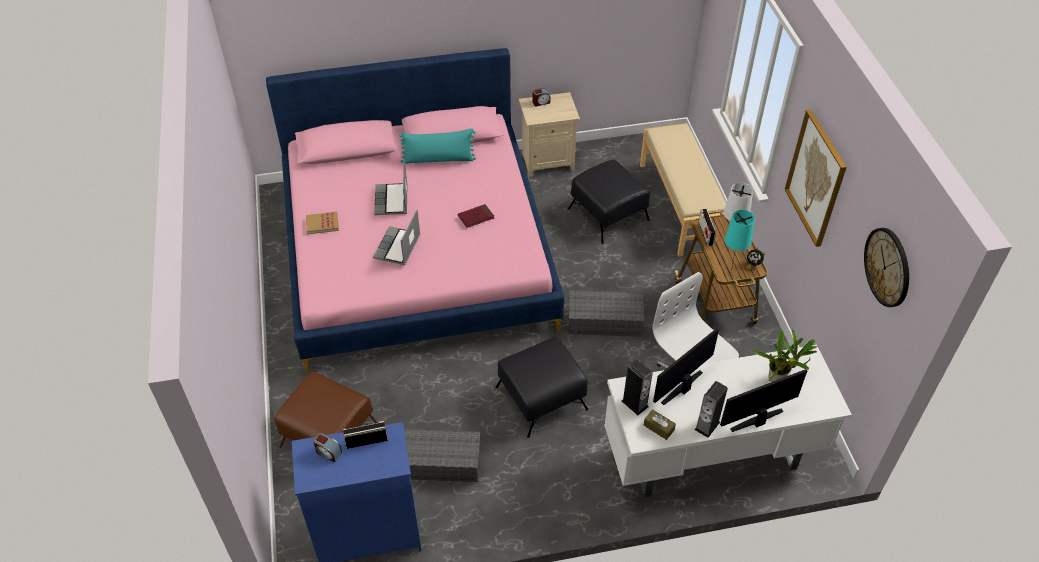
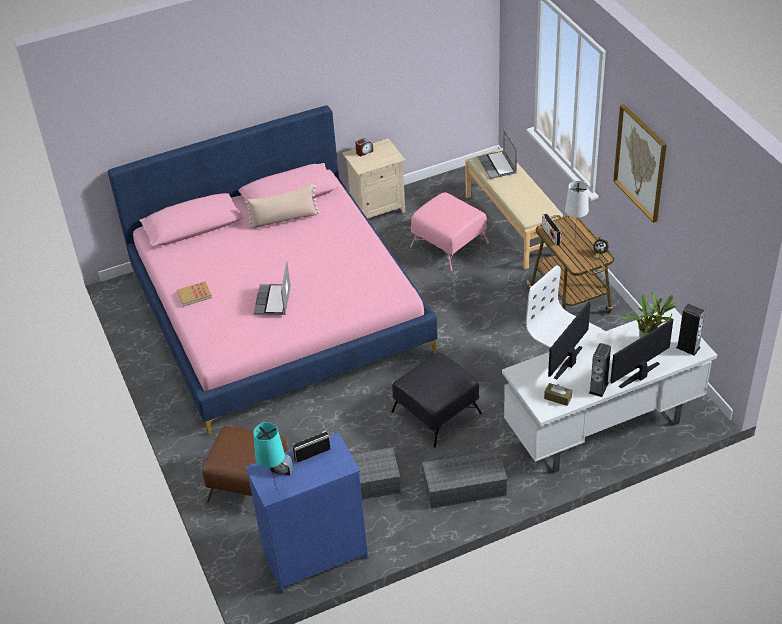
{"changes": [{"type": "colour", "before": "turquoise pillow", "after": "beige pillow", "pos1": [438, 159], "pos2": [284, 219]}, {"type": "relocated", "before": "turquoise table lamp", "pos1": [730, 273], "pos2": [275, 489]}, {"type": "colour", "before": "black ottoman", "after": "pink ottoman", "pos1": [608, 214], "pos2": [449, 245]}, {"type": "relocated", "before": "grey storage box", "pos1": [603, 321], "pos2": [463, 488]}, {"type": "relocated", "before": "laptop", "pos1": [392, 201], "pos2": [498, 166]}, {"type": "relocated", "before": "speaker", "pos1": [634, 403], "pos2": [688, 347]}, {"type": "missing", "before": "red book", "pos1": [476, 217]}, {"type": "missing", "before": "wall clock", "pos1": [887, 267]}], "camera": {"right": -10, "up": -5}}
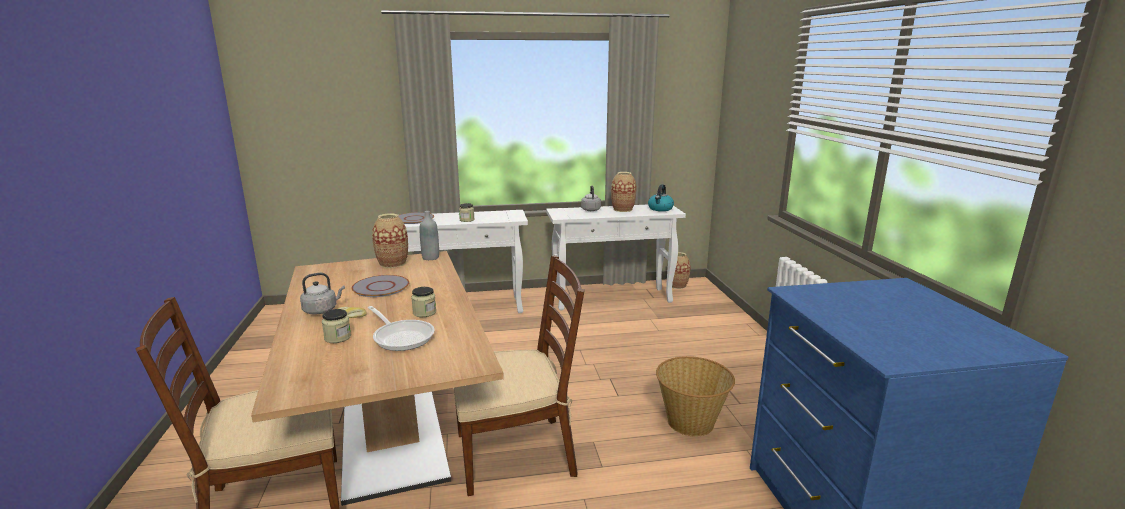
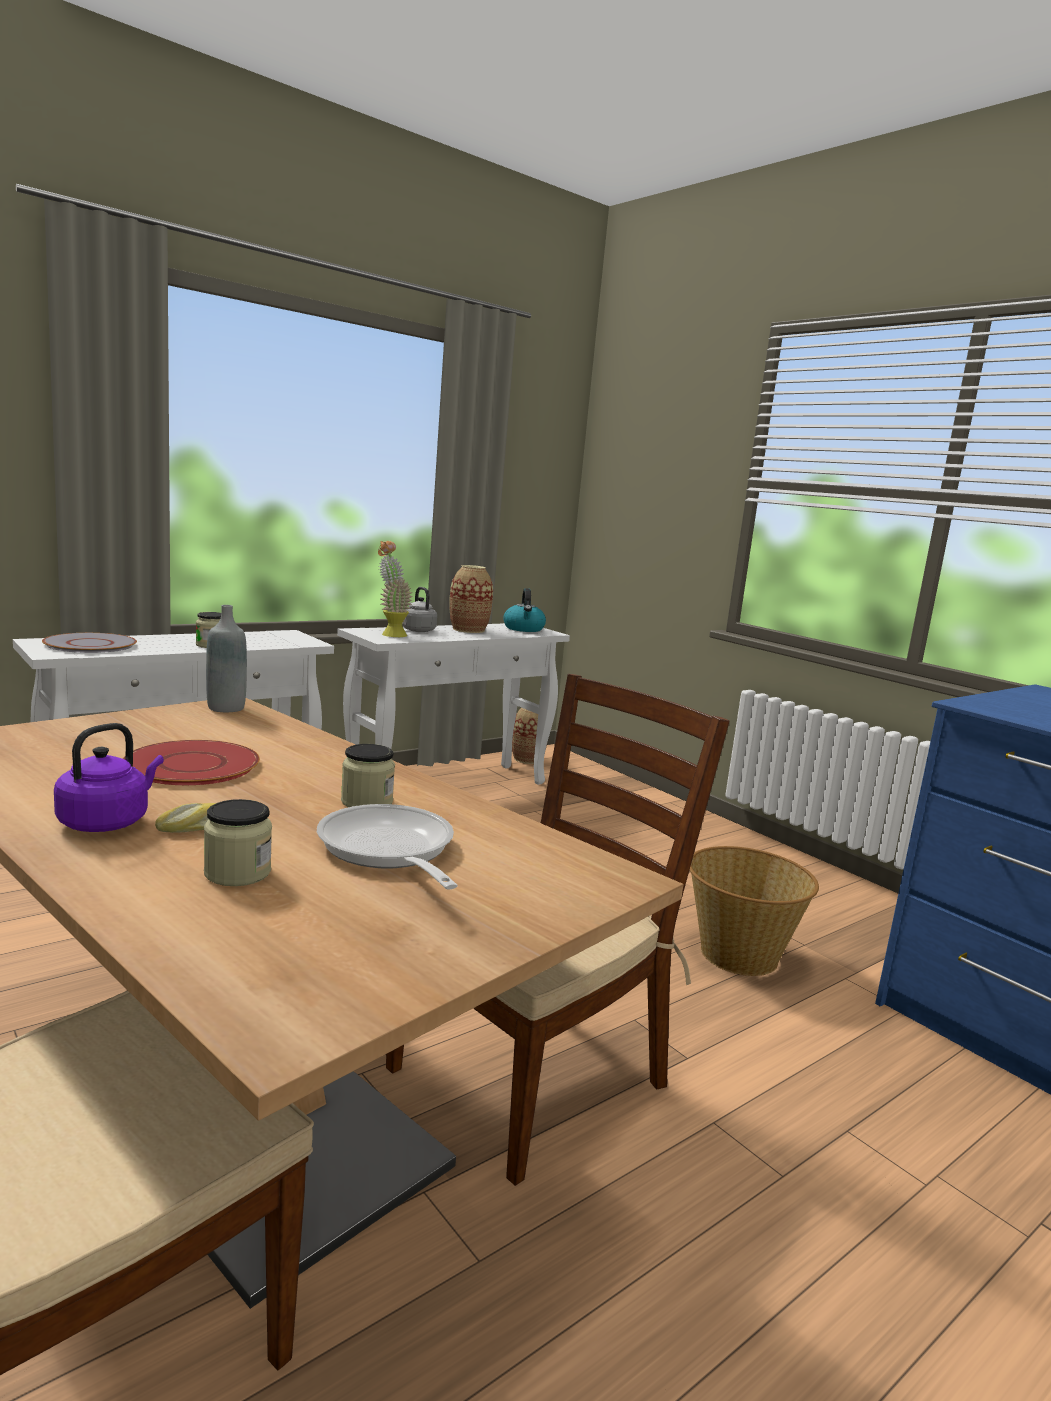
{"changes": [{"type": "colour", "before": "grey kettle", "after": "purple kettle", "pos1": [322, 310], "pos2": [107, 822]}, {"type": "colour", "before": "grey plate", "after": "red plate", "pos1": [380, 287], "pos2": [191, 765]}, {"type": "spun", "before": "frying pan", "pos1": [401, 337], "pos2": [388, 851], "turn": -135}, {"type": "appeared", "after": "potted plant", "pos2": [390, 634]}, {"type": "missing", "before": "vase", "pos1": [392, 263]}], "camera": {"right": -30, "up": -5}}
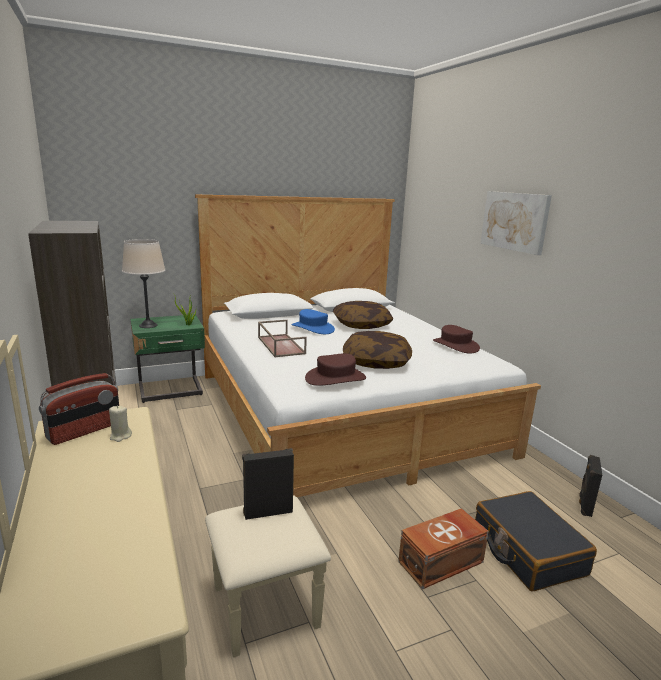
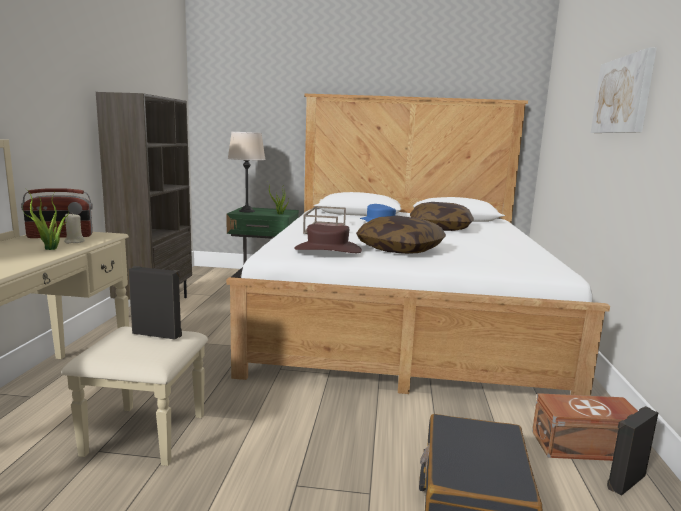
{"changes": [{"type": "appeared", "after": "potted plant", "pos2": [51, 249]}, {"type": "relocated", "before": "brown storage box", "pos1": [442, 562], "pos2": [585, 447]}, {"type": "missing", "before": "brown hat", "pos1": [455, 345]}], "camera": {"right": 30, "up": -5}}
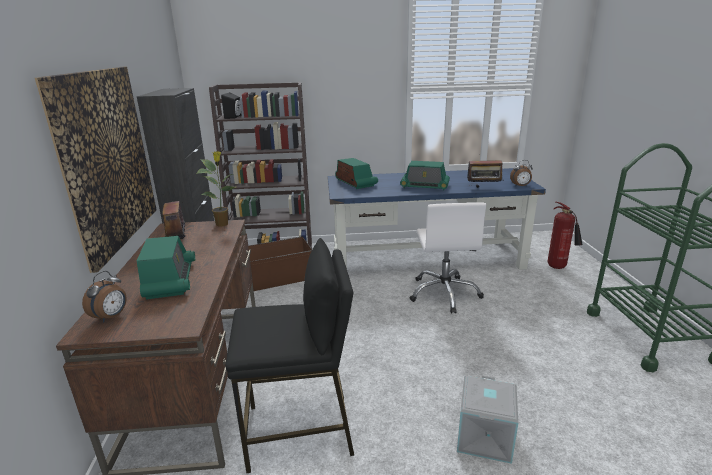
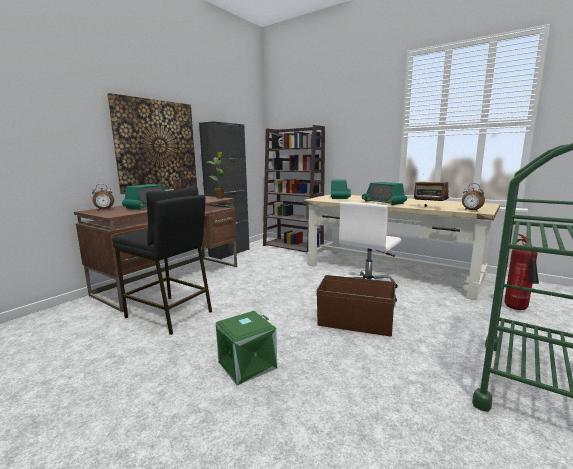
{"changes": [{"type": "colour", "before": "grey storage box", "after": "green storage box", "pos1": [485, 437], "pos2": [247, 365]}, {"type": "colour", "before": "blue desk", "after": "beige desk", "pos1": [426, 258], "pos2": [391, 271]}, {"type": "relocated", "before": "brown storage box", "pos1": [281, 278], "pos2": [355, 323]}], "camera": {"right": 40, "up": -10}}
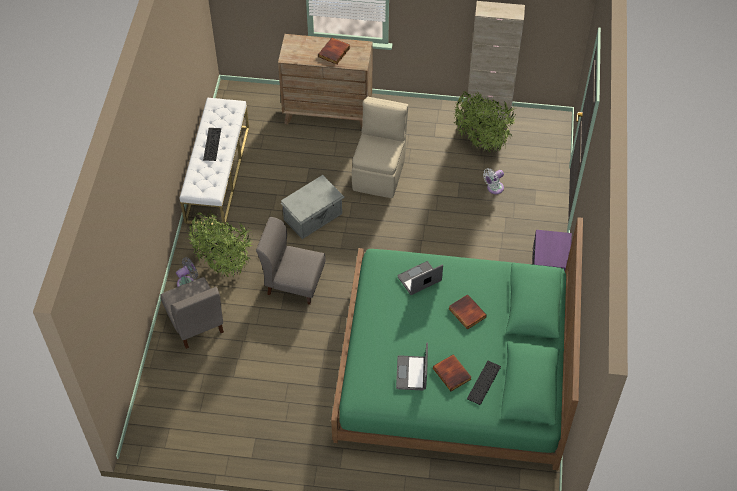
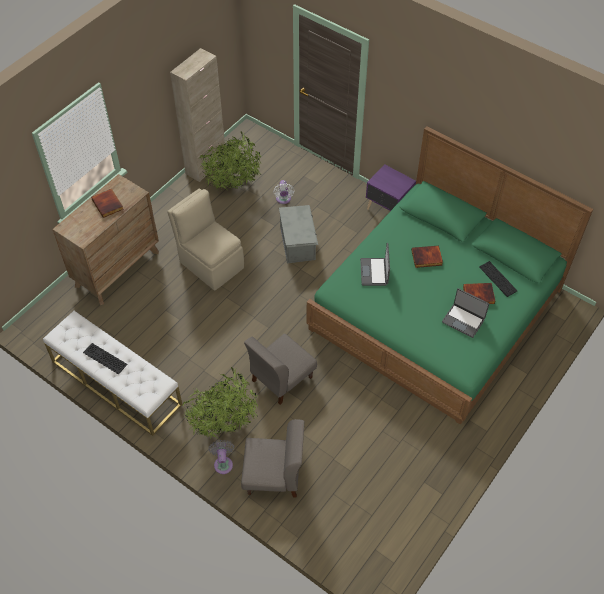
{"changes": [{"type": "relocated", "before": "grey storage box", "pos1": [313, 217], "pos2": [298, 243]}], "camera": {"right": -60, "up": 0}}
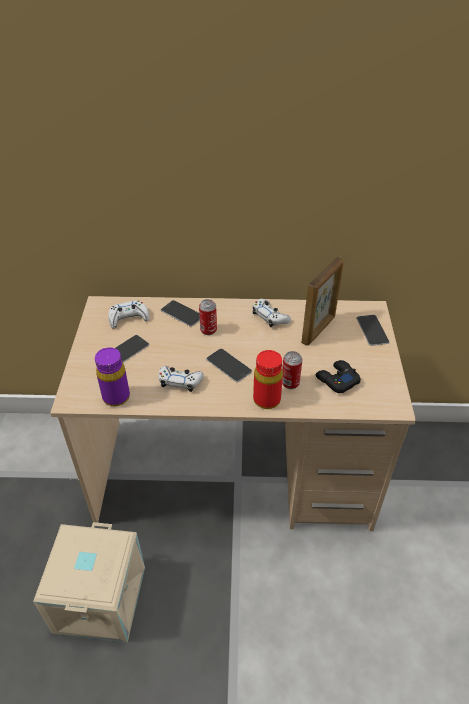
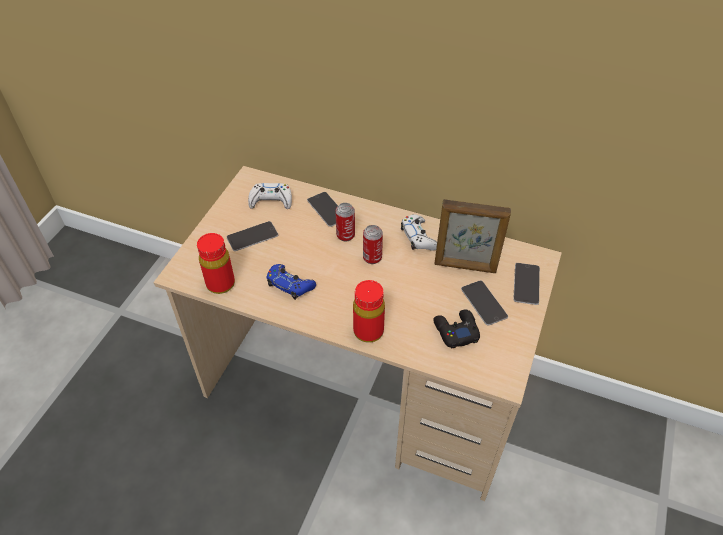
{"changes": [{"type": "colour", "before": "purple bottle", "after": "red bottle", "pos1": [116, 397], "pos2": [220, 284]}, {"type": "colour", "before": "white game controller", "after": "blue game controller", "pos1": [180, 381], "pos2": [290, 285]}, {"type": "relocated", "before": "can", "pos1": [290, 383], "pos2": [372, 258]}, {"type": "spun", "before": "picture frame", "pos1": [319, 329], "pos2": [465, 266], "turn": 45}, {"type": "relocated", "before": "phone", "pos1": [228, 365], "pos2": [484, 302]}, {"type": "missing", "before": "beige storage box", "pos1": [98, 598]}], "camera": {"right": 20, "up": 5}}
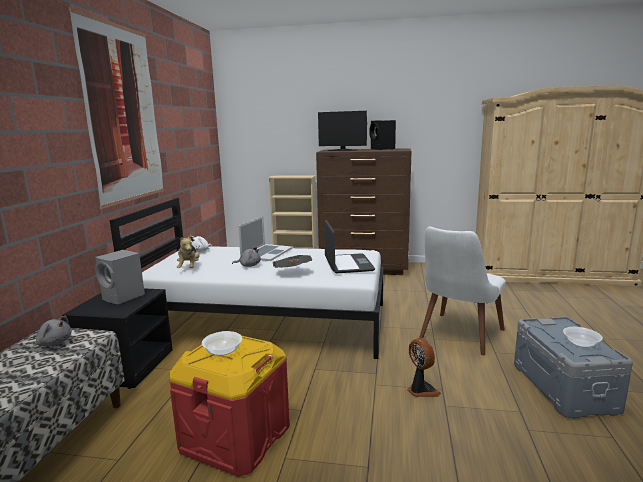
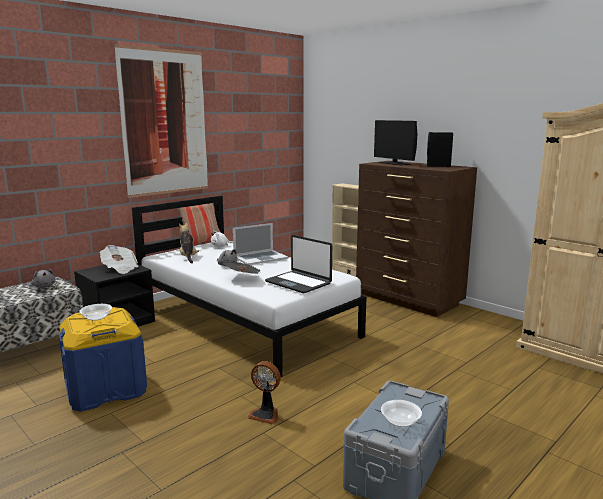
{"changes": [{"type": "colour", "before": "red storage box", "after": "blue storage box", "pos1": [236, 437], "pos2": [106, 389]}, {"type": "exchanged", "before": "grey speaker", "after": "newspaper", "pos1": [124, 297], "pos2": [120, 269]}, {"type": "appeared", "after": "pillow", "pos2": [202, 242]}, {"type": "spun", "before": "plush toy", "pos1": [189, 268], "pos2": [188, 257], "turn": 135}, {"type": "spun", "before": "fan", "pos1": [421, 390], "pos2": [266, 414], "turn": 105}, {"type": "spun", "before": "laptop", "pos1": [348, 264], "pos2": [298, 283], "turn": 105}, {"type": "missing", "before": "white chair", "pos1": [458, 338]}], "camera": {"right": 35, "up": 0}}
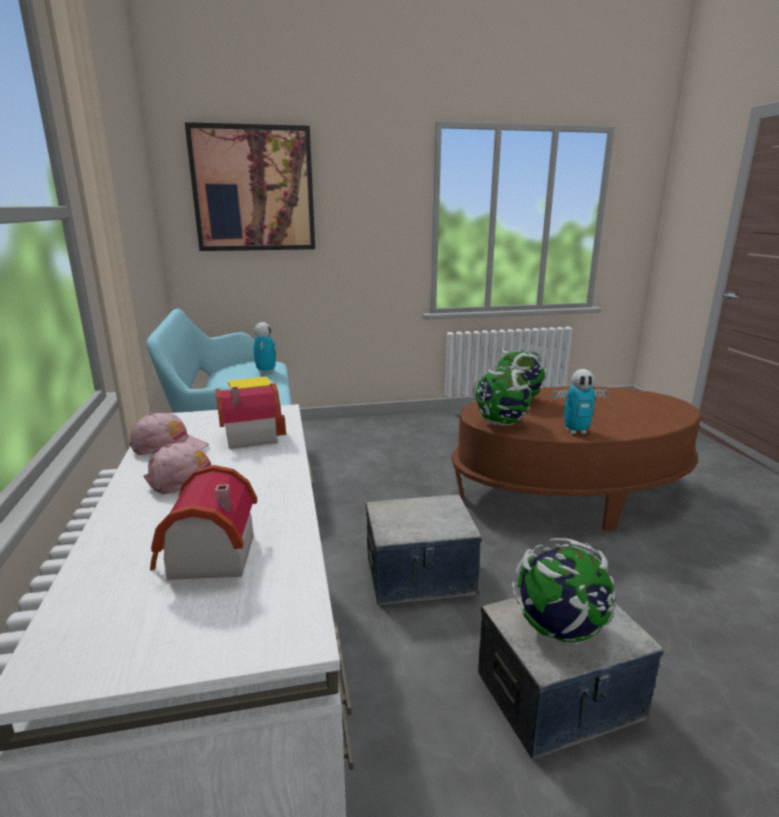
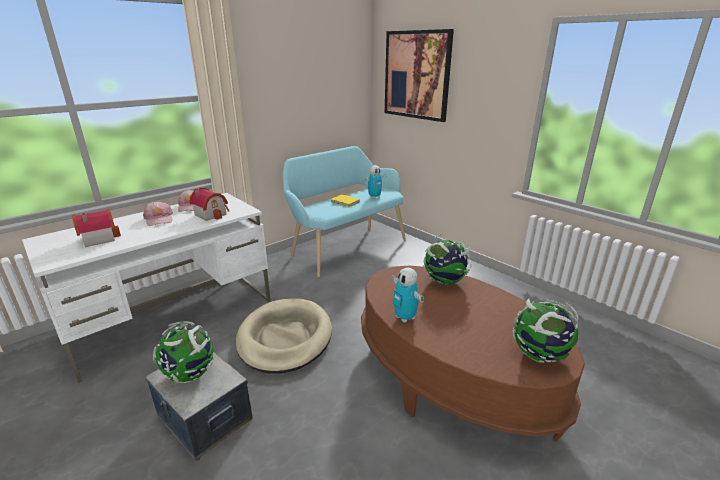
{"changes": [{"type": "exchanged", "before": "storage box", "after": "beige dog bed", "pos1": [419, 576], "pos2": [285, 338]}, {"type": "relocated", "before": "globe", "pos1": [500, 423], "pos2": [540, 355]}], "camera": {"right": 60, "up": 5}}
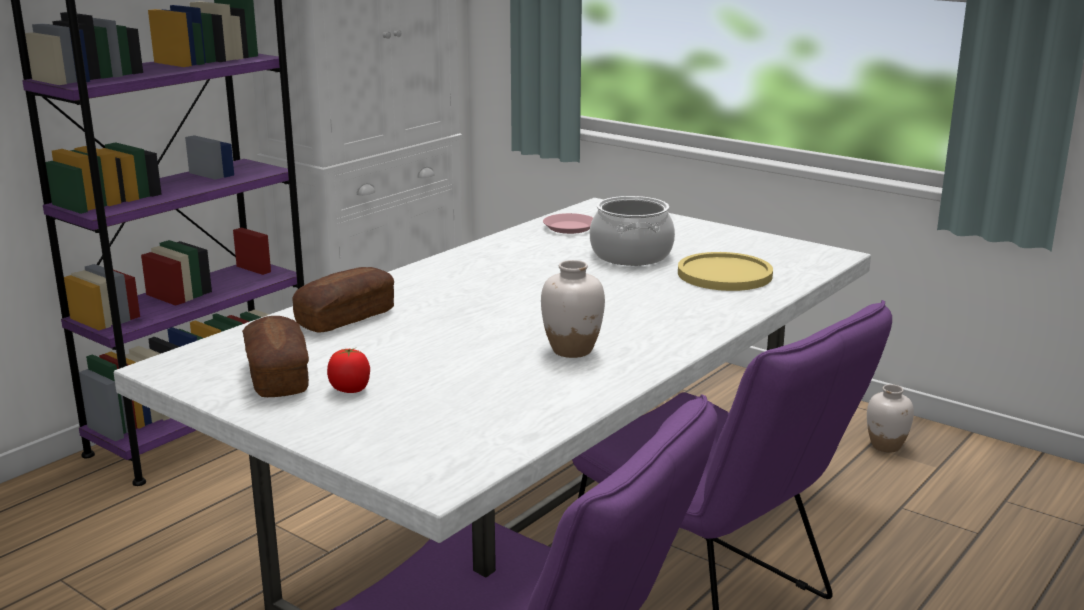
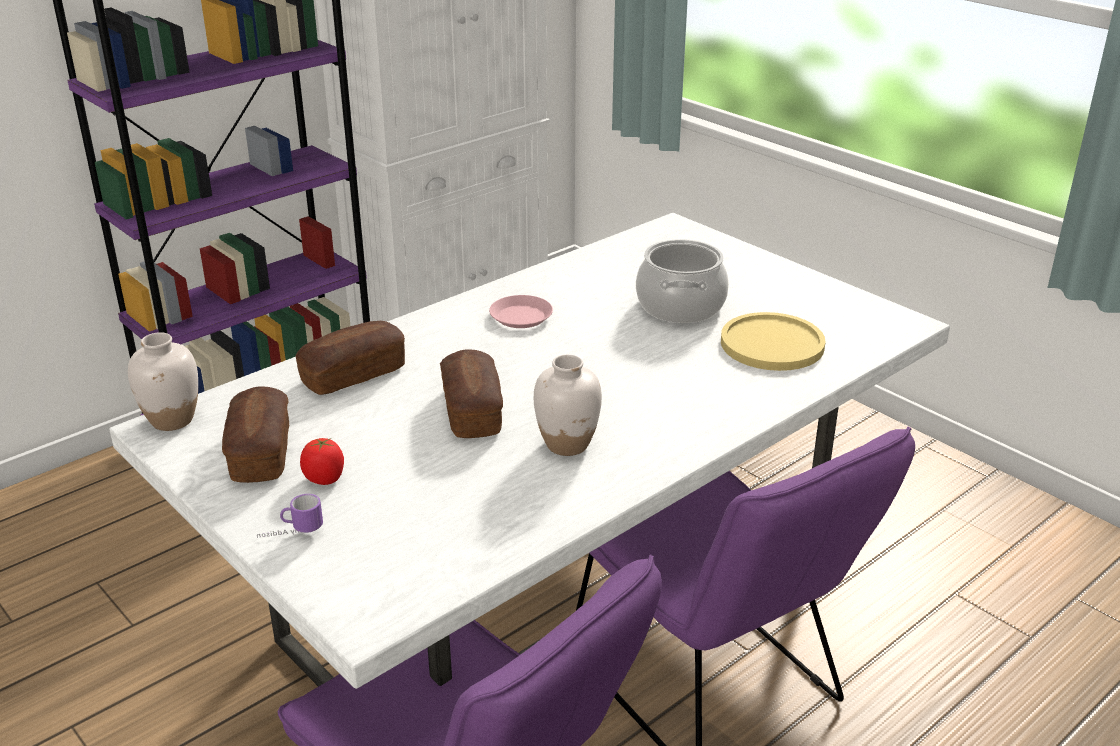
{"changes": [{"type": "relocated", "before": "white vase", "pos1": [886, 446], "pos2": [172, 420]}, {"type": "appeared", "after": "mug", "pos2": [290, 533]}, {"type": "appeared", "after": "bread", "pos2": [472, 411]}, {"type": "relocated", "before": "pink plate", "pos1": [569, 227], "pos2": [521, 317]}], "camera": {"right": 10, "up": 10}}
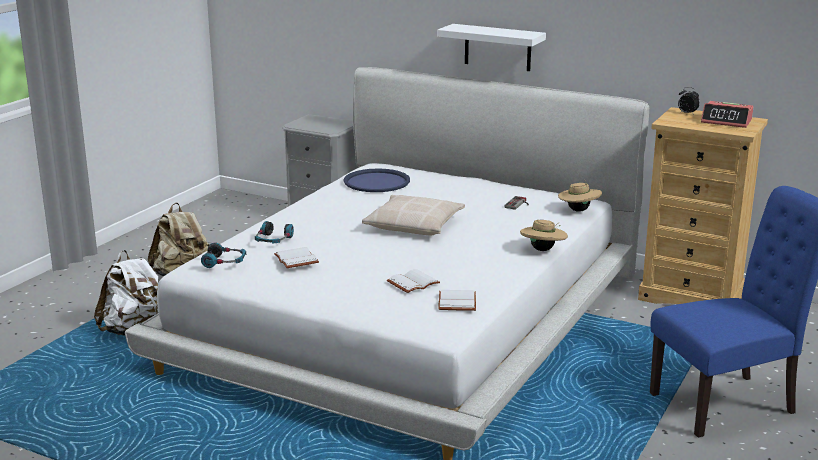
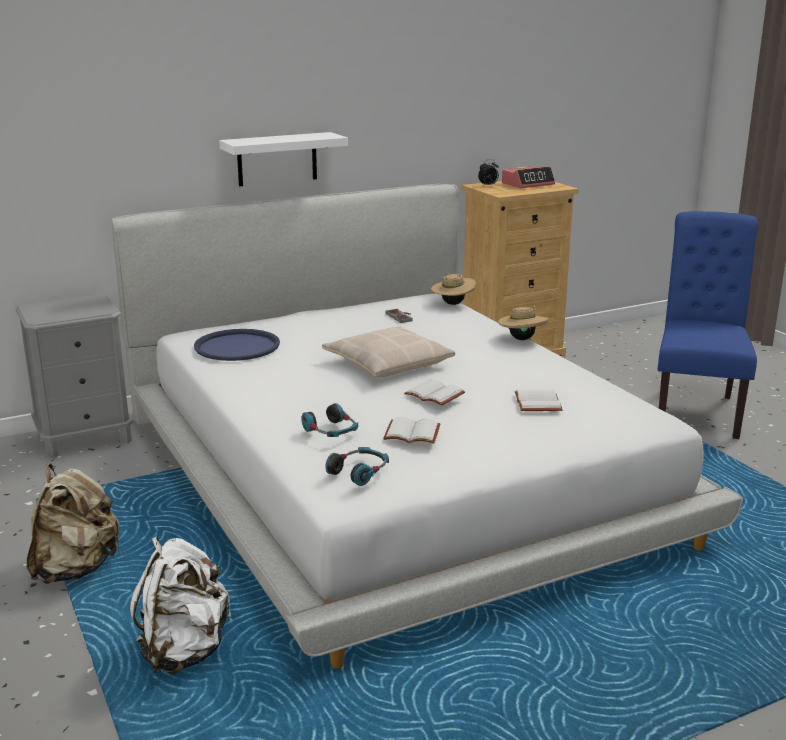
{"changes": [{"type": "relocated", "before": "white book", "pos1": [458, 302], "pos2": [436, 394]}], "camera": {"right": -55, "up": 0}}
